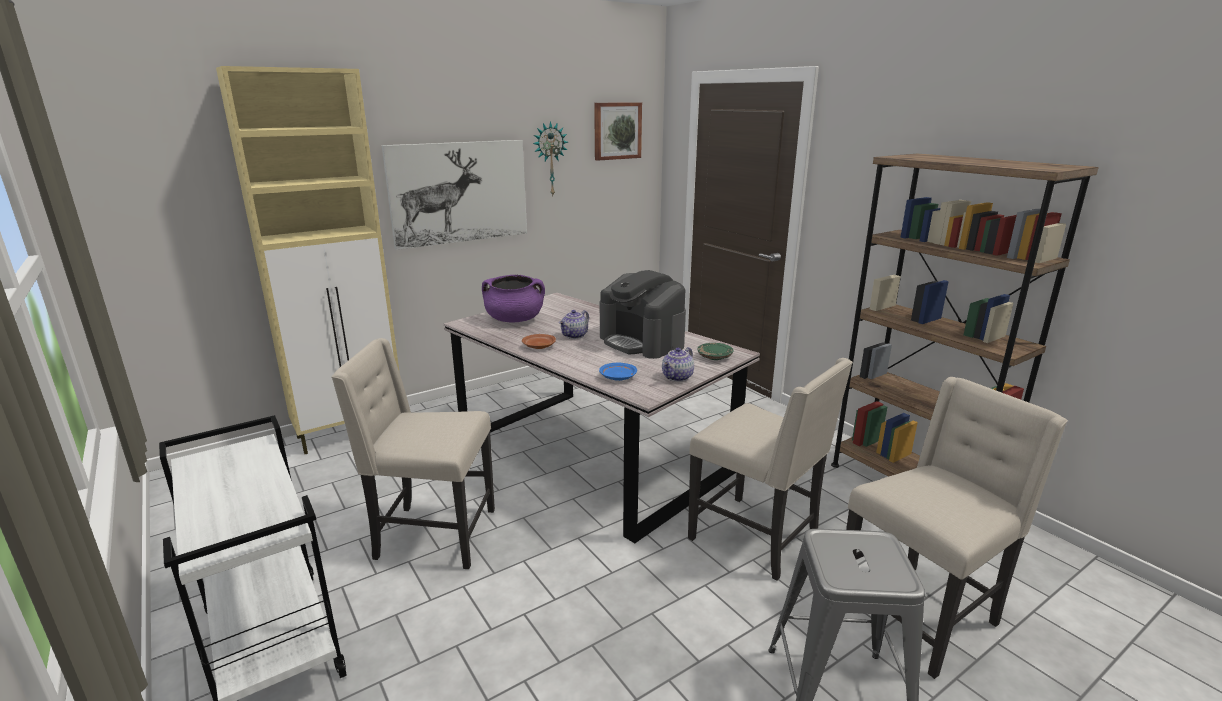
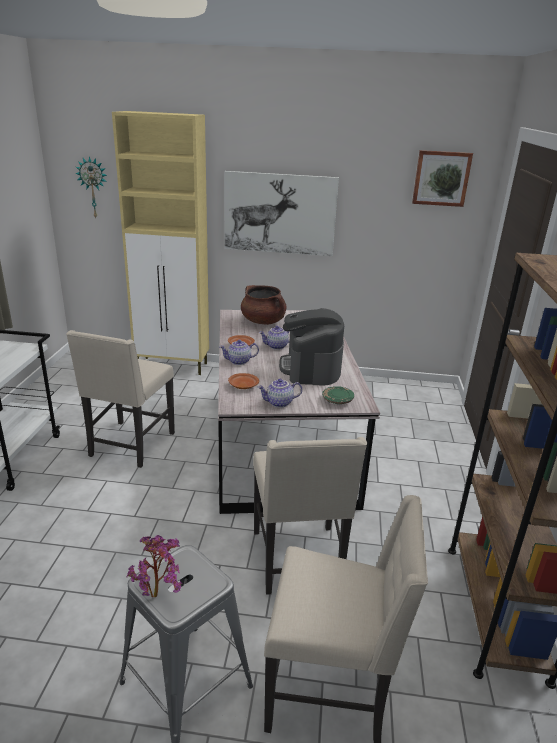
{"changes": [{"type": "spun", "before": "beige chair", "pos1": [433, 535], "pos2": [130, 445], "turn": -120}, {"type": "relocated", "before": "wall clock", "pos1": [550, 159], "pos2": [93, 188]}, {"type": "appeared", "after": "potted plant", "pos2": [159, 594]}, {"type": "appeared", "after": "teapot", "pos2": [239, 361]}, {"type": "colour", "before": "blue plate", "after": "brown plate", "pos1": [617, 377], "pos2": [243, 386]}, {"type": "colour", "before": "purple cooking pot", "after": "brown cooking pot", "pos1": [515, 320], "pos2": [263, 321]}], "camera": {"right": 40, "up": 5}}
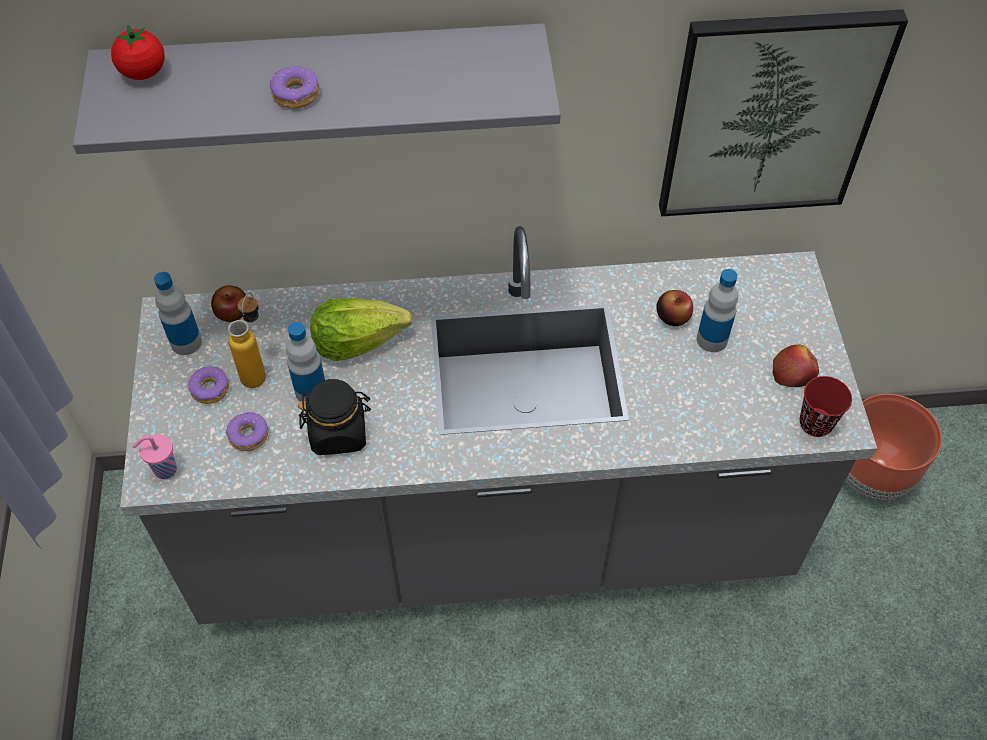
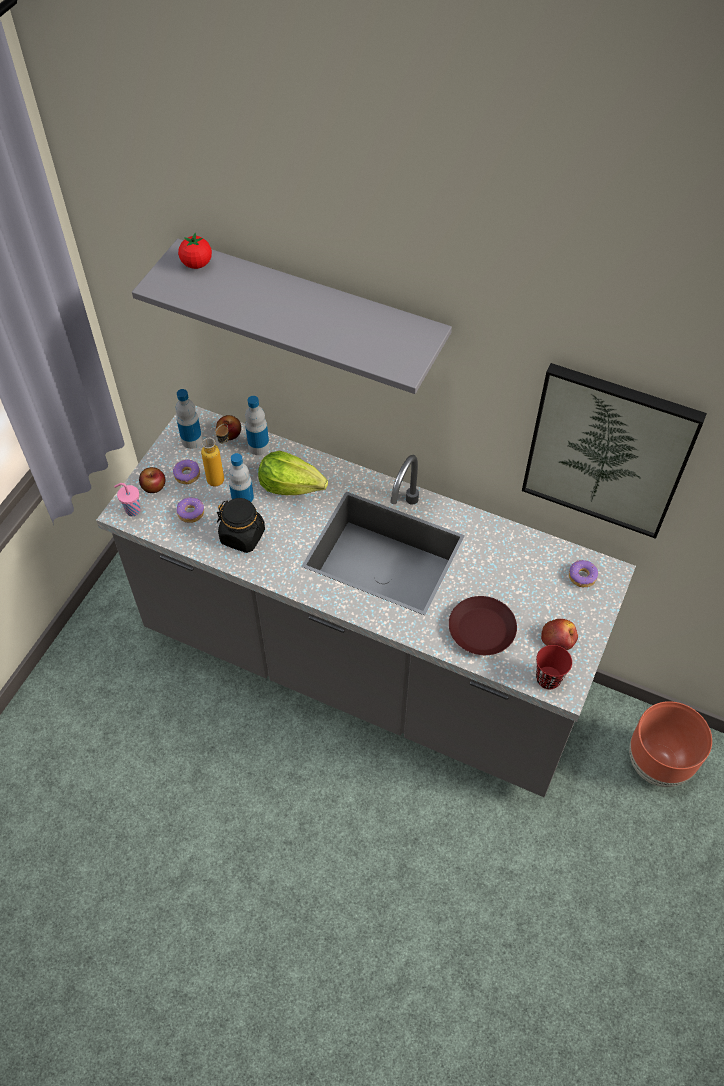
{"changes": [{"type": "relocated", "before": "apple", "pos1": [673, 316], "pos2": [153, 486]}, {"type": "relocated", "before": "bottle", "pos1": [712, 339], "pos2": [259, 447]}, {"type": "appeared", "after": "brown plate", "pos2": [481, 629]}, {"type": "relocated", "before": "donut", "pos1": [296, 95], "pos2": [582, 577]}], "camera": {"right": 30, "up": 0}}
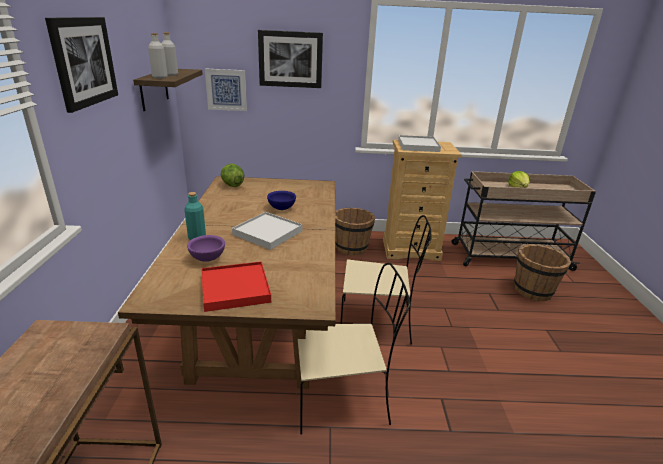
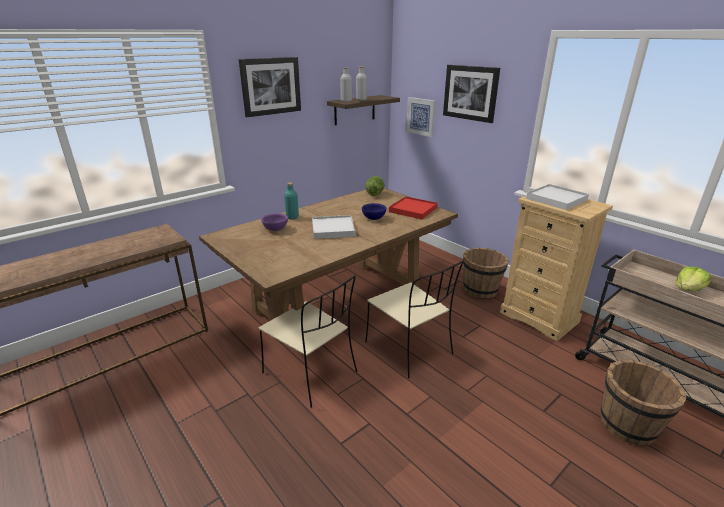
{"changes": [{"type": "relocated", "before": "red tray", "pos1": [235, 288], "pos2": [413, 210]}], "camera": {"right": 50, "up": 0}}
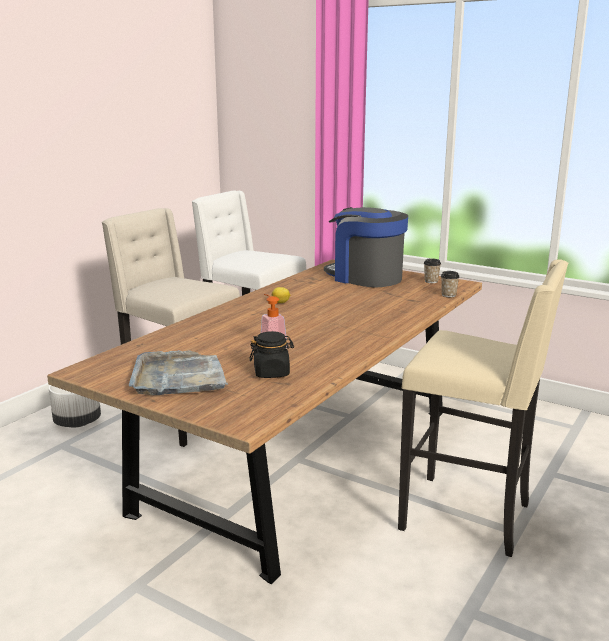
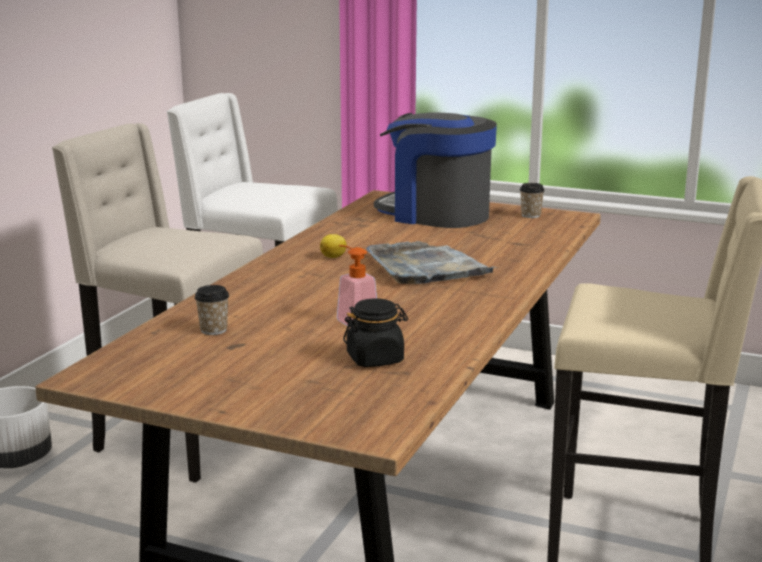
{"changes": [{"type": "relocated", "before": "cup", "pos1": [448, 295], "pos2": [213, 330]}, {"type": "relocated", "before": "grey tray", "pos1": [179, 377], "pos2": [426, 268]}], "camera": {"right": -10, "up": 0}}
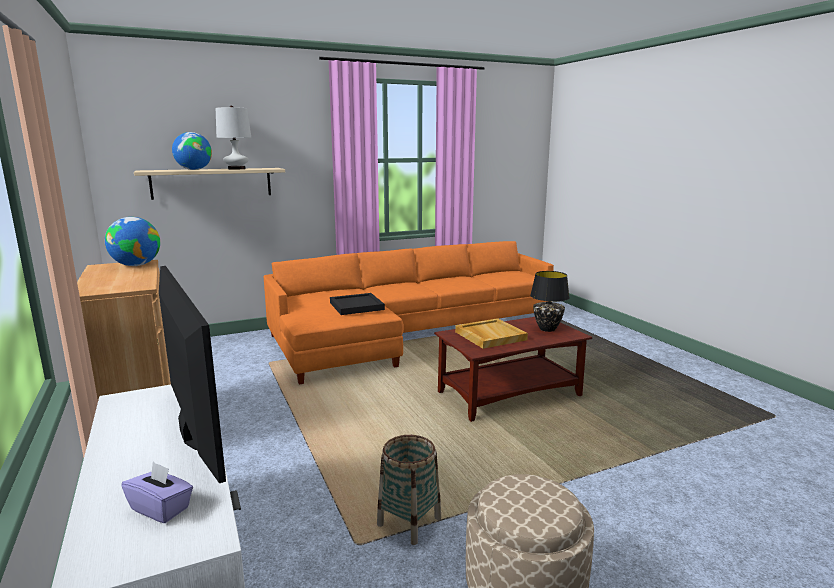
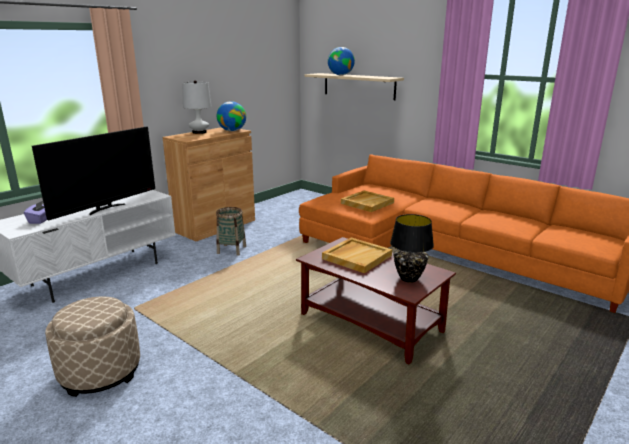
{"changes": [{"type": "relocated", "before": "white table lamp", "pos1": [236, 169], "pos2": [199, 132]}, {"type": "relocated", "before": "basket", "pos1": [409, 522], "pos2": [231, 250]}, {"type": "colour", "before": "black tray", "after": "beige tray", "pos1": [356, 306], "pos2": [367, 203]}], "camera": {"right": 65, "up": 5}}
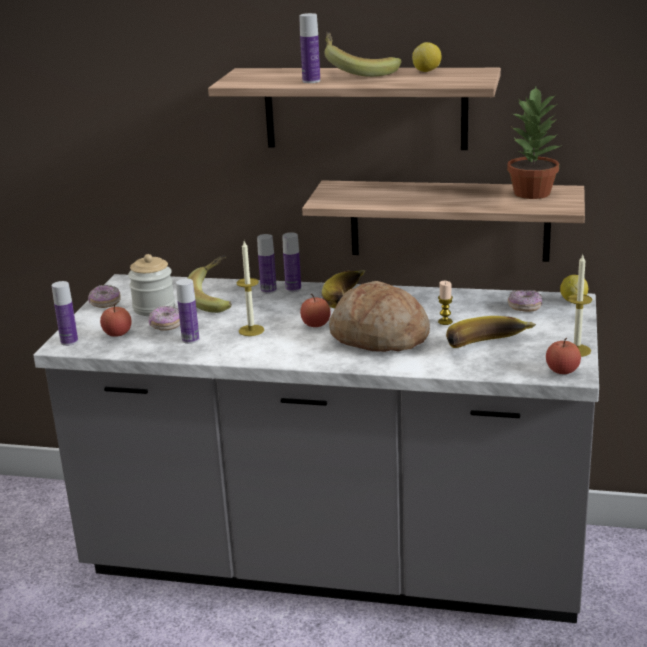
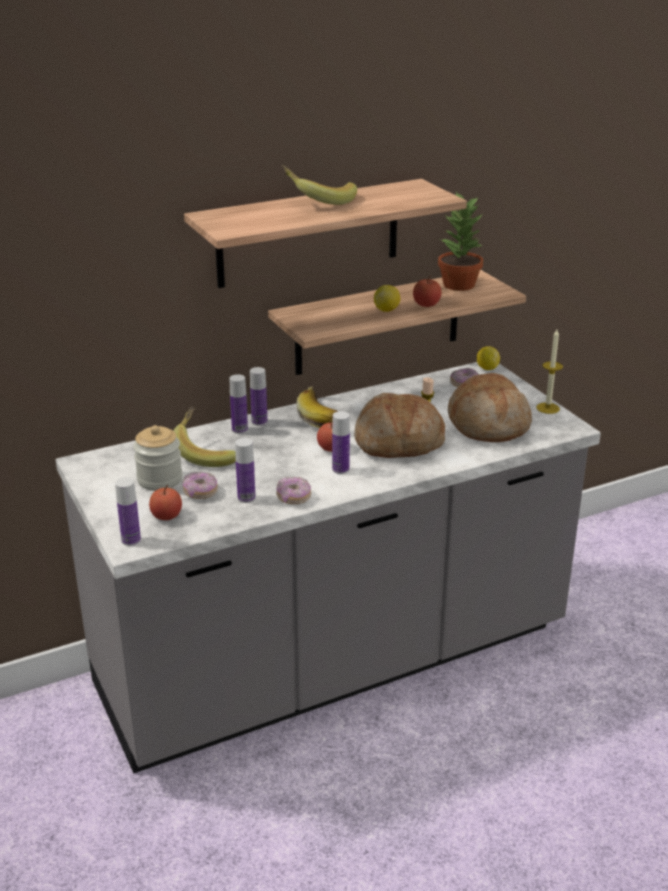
{"changes": [{"type": "relocated", "before": "donut", "pos1": [105, 303], "pos2": [293, 497]}, {"type": "relocated", "before": "bottle", "pos1": [311, 81], "pos2": [340, 469]}, {"type": "relocated", "before": "lemon", "pos1": [427, 71], "pos2": [387, 310]}, {"type": "relocated", "before": "apple", "pos1": [562, 371], "pos2": [426, 304]}, {"type": "exchanged", "before": "banana", "after": "bread", "pos1": [489, 347], "pos2": [488, 424]}, {"type": "missing", "before": "candle", "pos1": [251, 330]}], "camera": {"right": -40, "up": 5}}
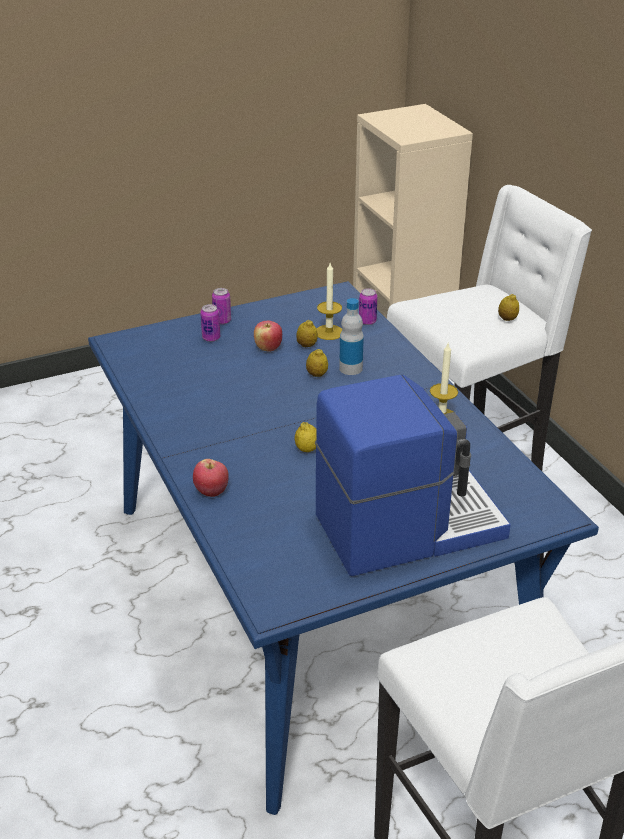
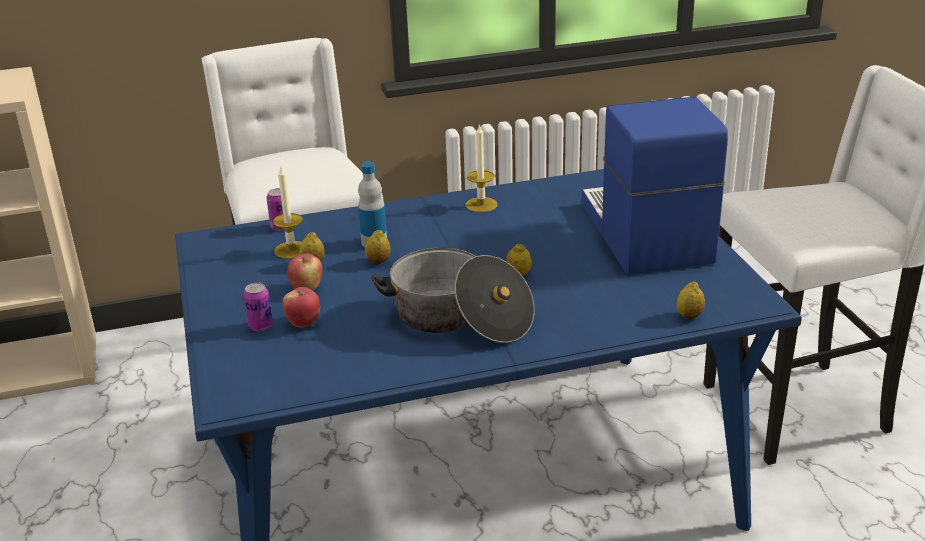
{"changes": [{"type": "relocated", "before": "apple", "pos1": [211, 492], "pos2": [303, 323]}, {"type": "appeared", "after": "cooking pot", "pos2": [459, 318]}, {"type": "relocated", "before": "lemon", "pos1": [507, 319], "pos2": [689, 316]}, {"type": "missing", "before": "can", "pos1": [222, 321]}], "camera": {"right": -80, "up": -5}}
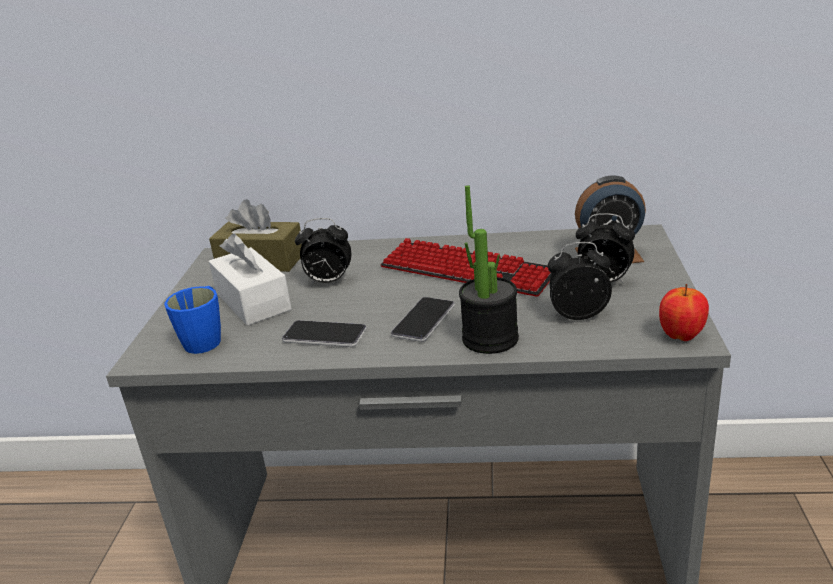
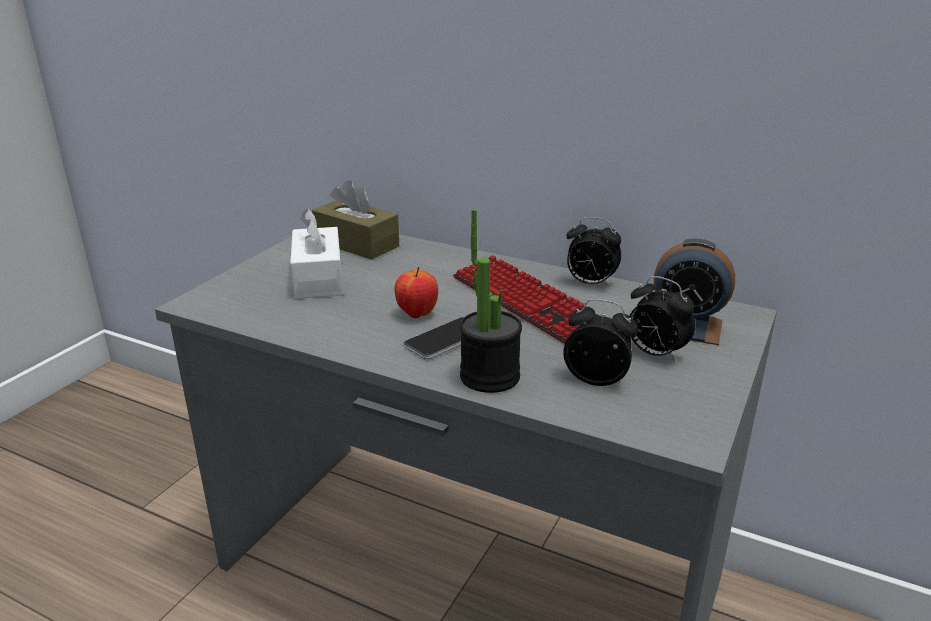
{"changes": [{"type": "relocated", "before": "apple", "pos1": [681, 336], "pos2": [417, 314]}, {"type": "relocated", "before": "alarm clock", "pos1": [328, 282], "pos2": [590, 284]}, {"type": "missing", "before": "blue mug", "pos1": [206, 338]}, {"type": "missing", "before": "phone", "pos1": [324, 335]}], "camera": {"right": 20, "up": 0}}
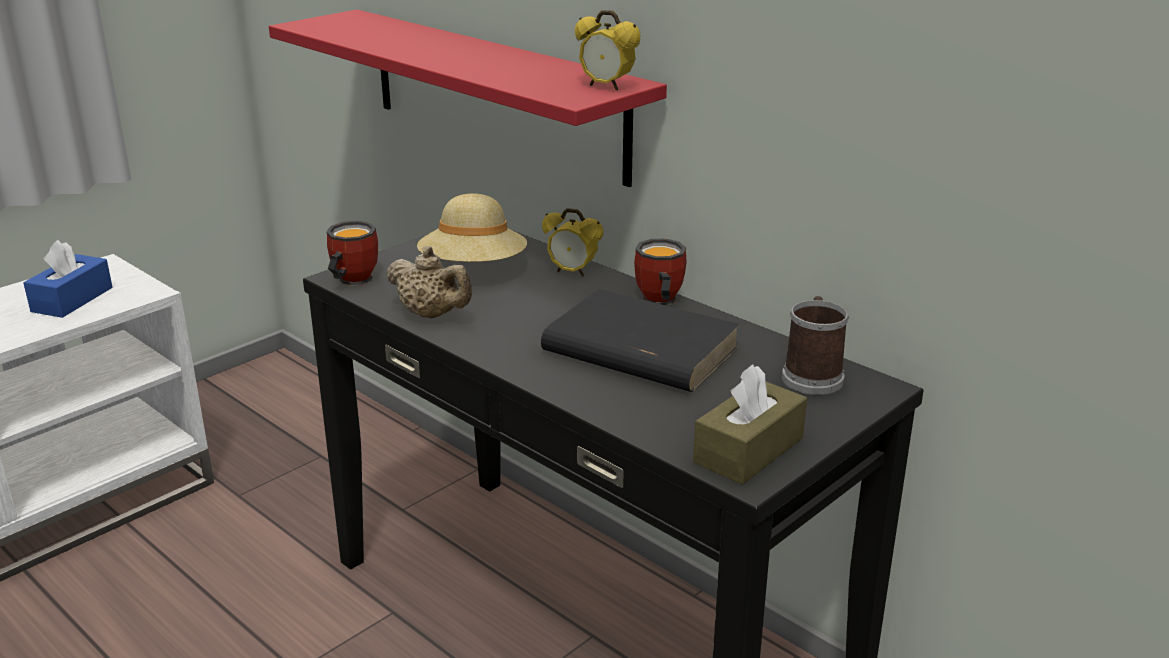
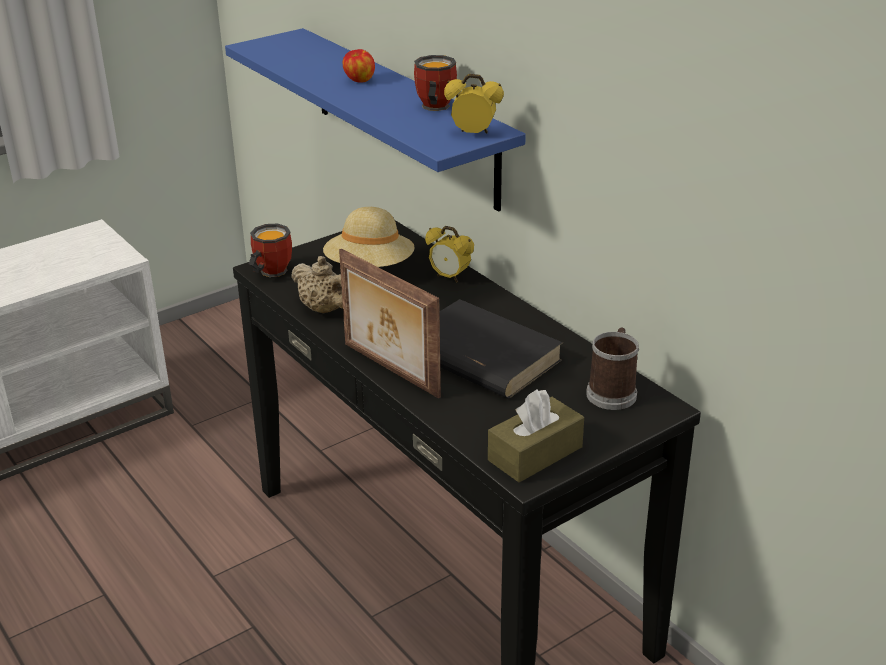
{"changes": [{"type": "colour", "before": "red shelf", "after": "blue shelf", "pos1": [495, 93], "pos2": [403, 116]}, {"type": "appeared", "after": "picture frame", "pos2": [389, 370]}, {"type": "appeared", "after": "apple", "pos2": [359, 80]}, {"type": "relocated", "before": "mug", "pos1": [657, 301], "pos2": [433, 108]}, {"type": "spun", "before": "alarm clock", "pos1": [606, 87], "pos2": [473, 134], "turn": 150}, {"type": "missing", "before": "blue tissue box", "pos1": [72, 299]}], "camera": {"right": 10, "up": 5}}
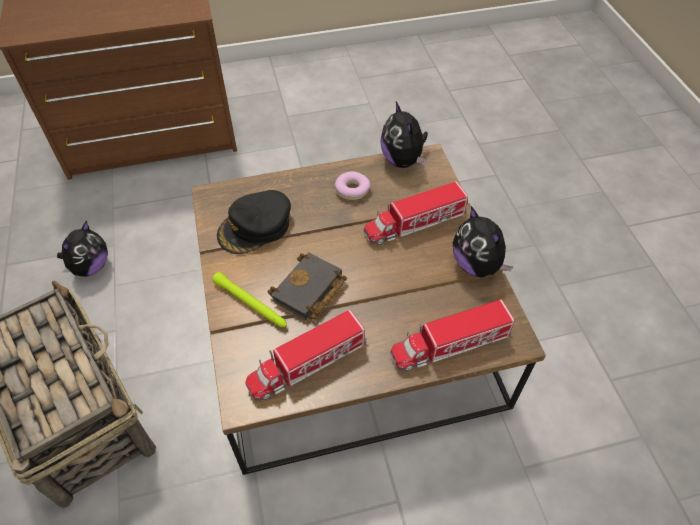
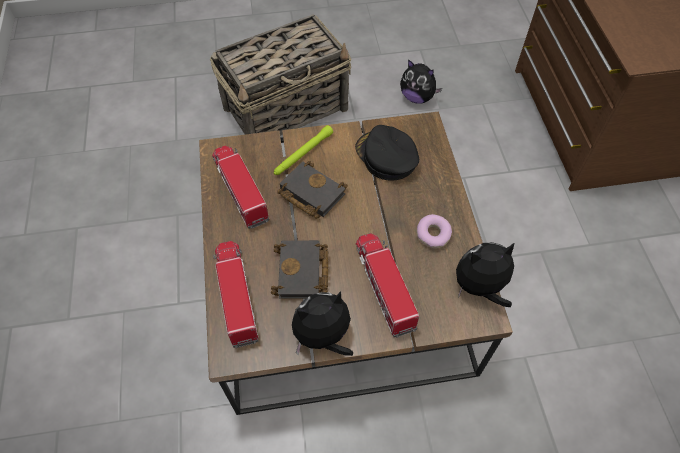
{"changes": [{"type": "appeared", "after": "black book", "pos2": [303, 273]}], "camera": {"right": 95, "up": 5}}
